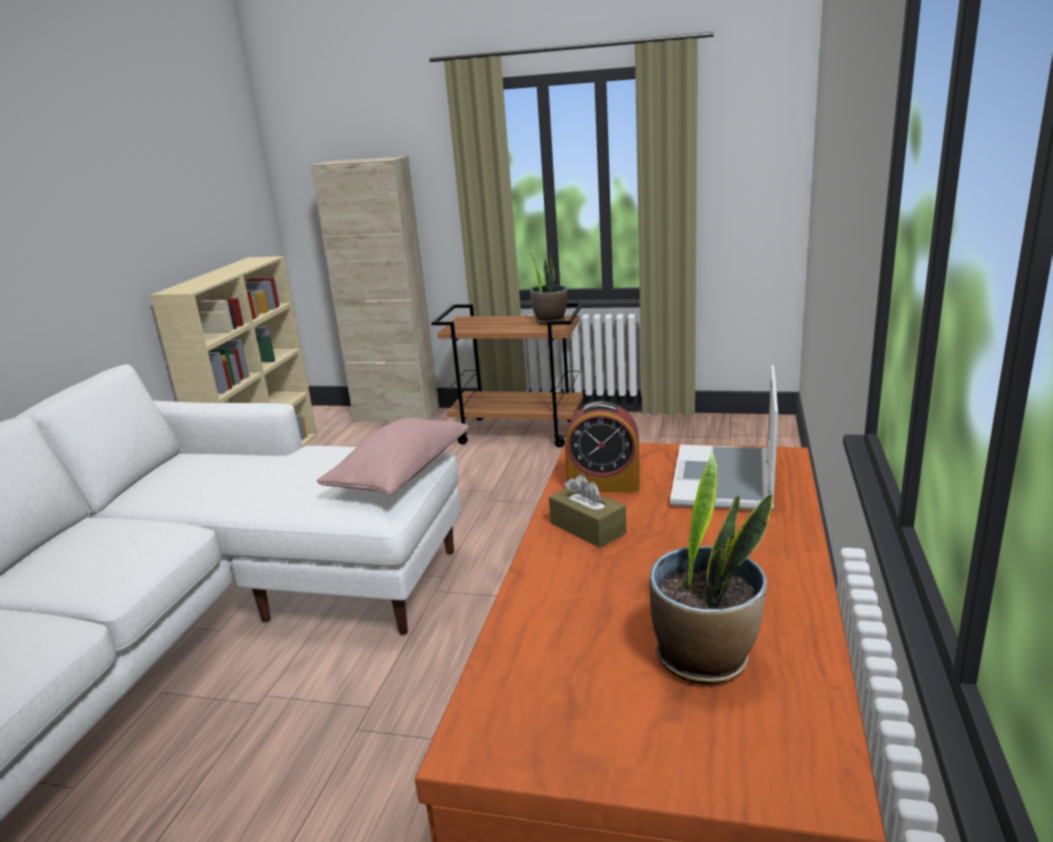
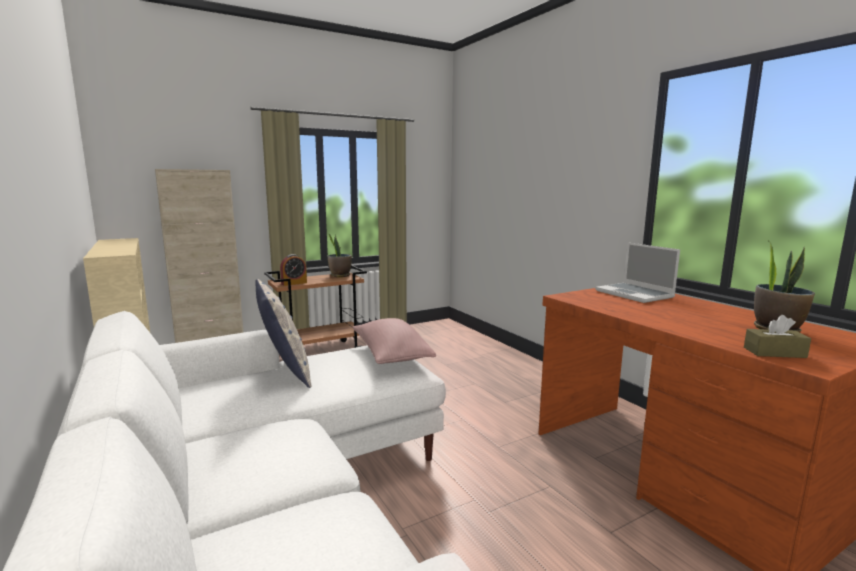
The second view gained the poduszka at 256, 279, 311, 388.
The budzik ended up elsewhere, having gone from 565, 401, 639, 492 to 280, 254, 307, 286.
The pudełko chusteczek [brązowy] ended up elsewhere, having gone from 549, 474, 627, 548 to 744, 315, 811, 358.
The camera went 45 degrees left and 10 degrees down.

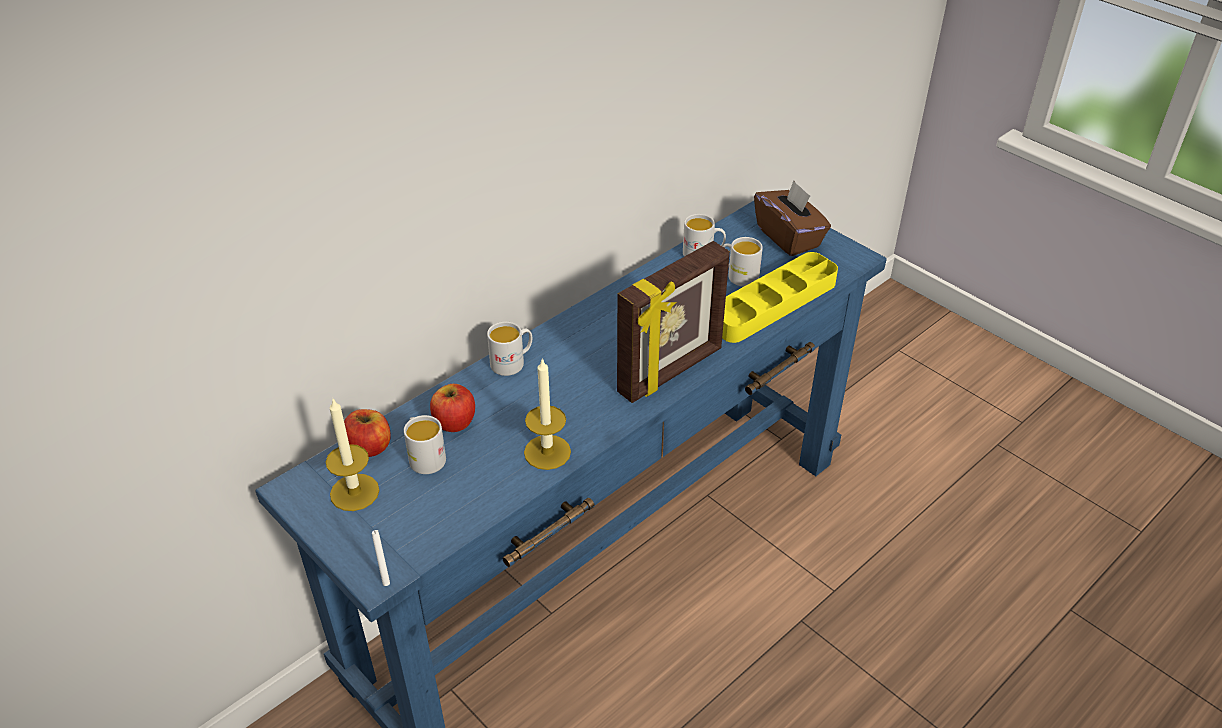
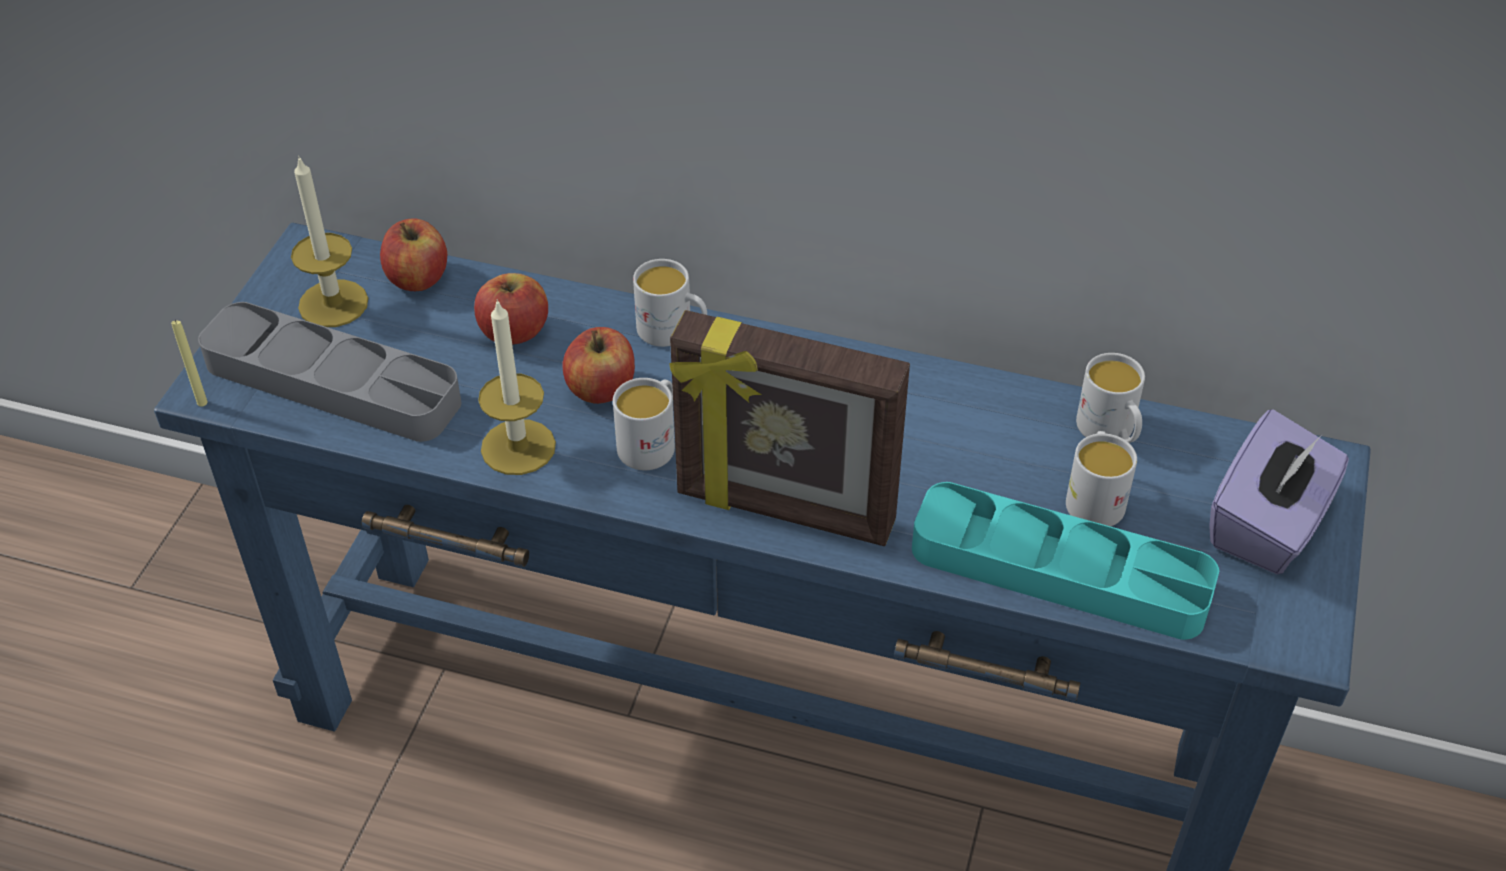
What was the świeca [biały] at 372, 530, 390, 586 turned into the świeca [żółty] at 171, 320, 208, 407.
The second view gained the taca [szary] at 198, 302, 461, 442.
The second view gained the jabłko at 562, 327, 635, 404.
The kubek [biały] ended up elsewhere, having gone from 404, 415, 446, 474 to 613, 378, 675, 470.
What was the taca [żółty] at 722, 252, 838, 343 turned into the taca [turkusowy] at 912, 482, 1219, 640.
What was the pudełko chusteczek [brązowy] at 754, 181, 831, 256 turned into the pudełko chusteczek [fioletowy] at 1209, 409, 1349, 574.
The camera went 60 degrees right and 5 degrees up.

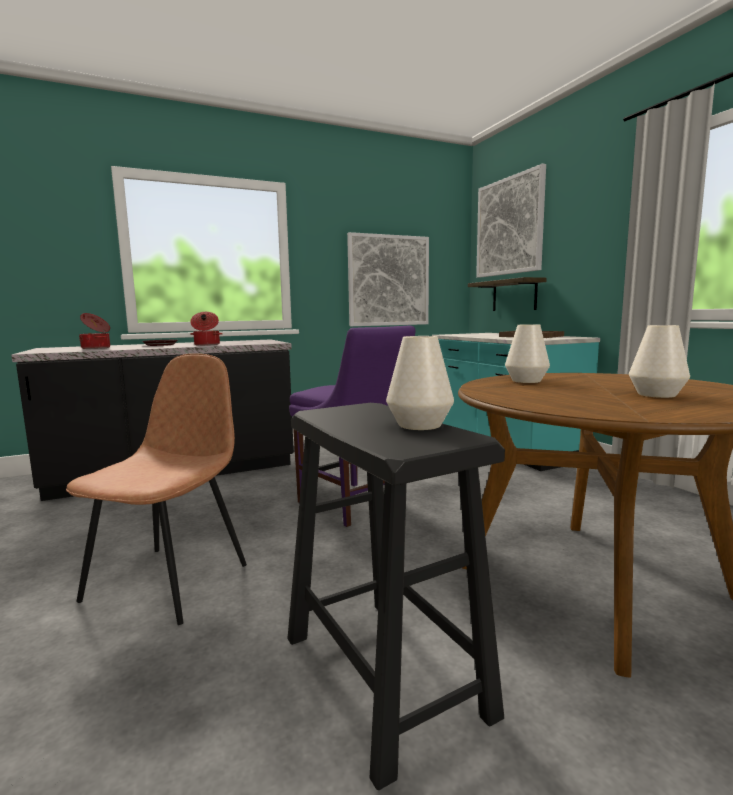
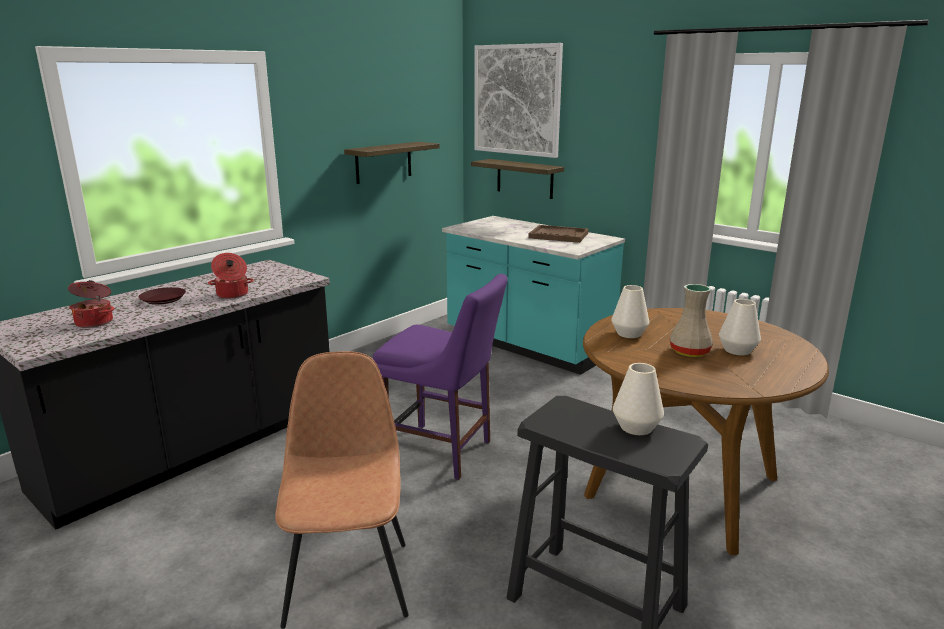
Where the obraz hung at 347, 232, 429, 326, the półka came to hang at 344, 142, 440, 184.
The second view gained the wazon [beżowy] at 669, 284, 713, 357.
The camera went 25 degrees left and 10 degrees up.

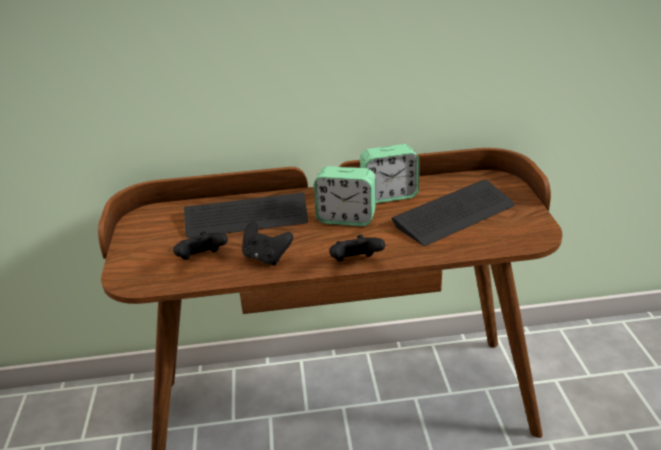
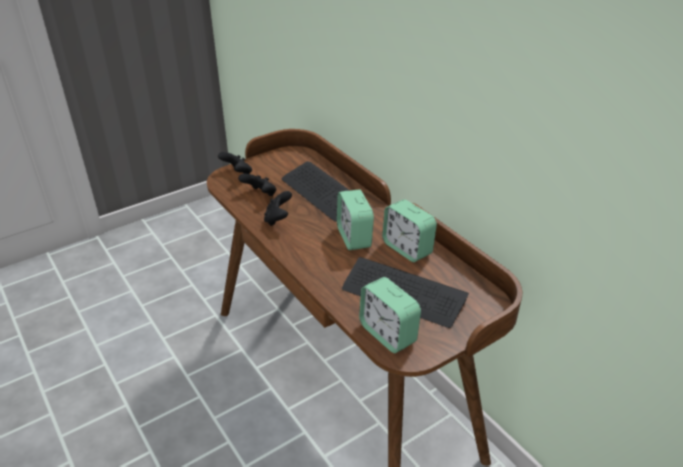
The pad do gier [czarny] ended up elsewhere, having gone from 329, 235, 385, 262 to 218, 152, 252, 174.
The second view gained the budzik at 359, 277, 421, 353.
The camera went 60 degrees right and 5 degrees up.

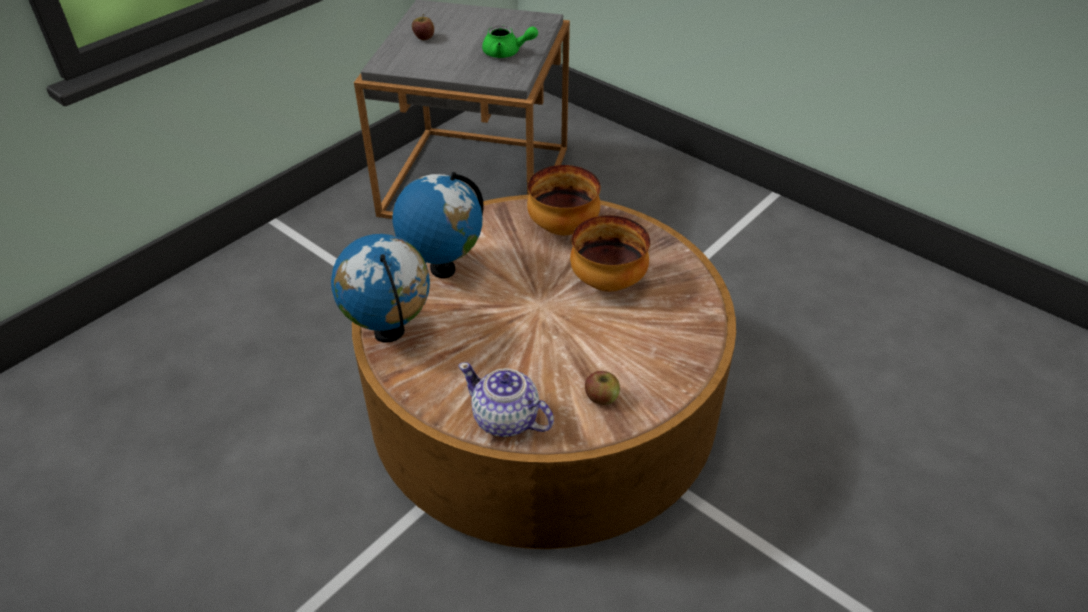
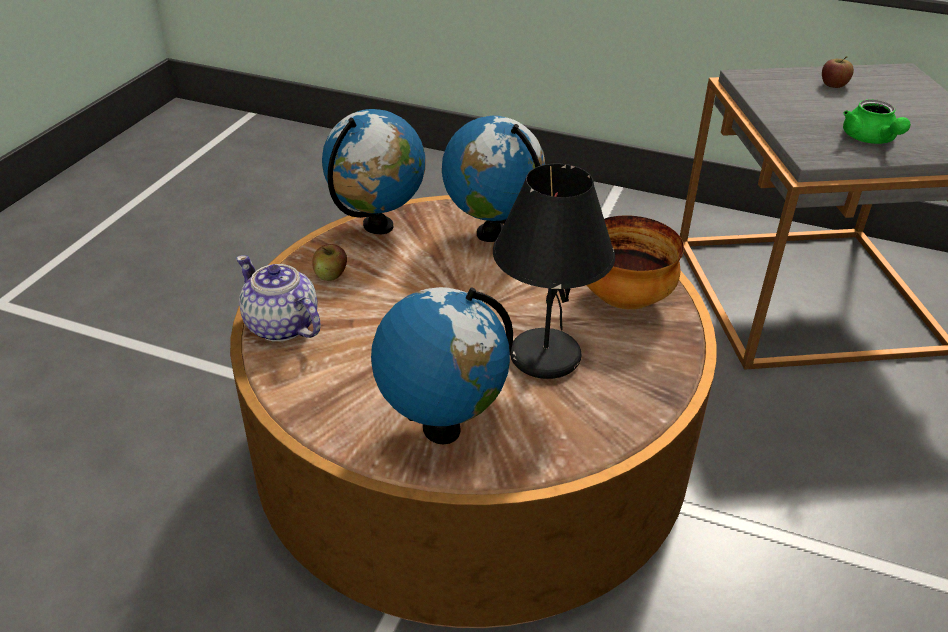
The imbryk at 458, 362, 554, 437 ended up facing another way, 60 degrees counterclockwise from before.
The jabłko ended up elsewhere, having gone from 585, 371, 620, 405 to 312, 244, 347, 281.
The second view gained the globus at 371, 287, 513, 445.
Where the miska stood at 570, 215, 650, 292, the lampa stołowa [czarny] came to stand at 493, 163, 615, 379.
The camera went 70 degrees right and 5 degrees down.

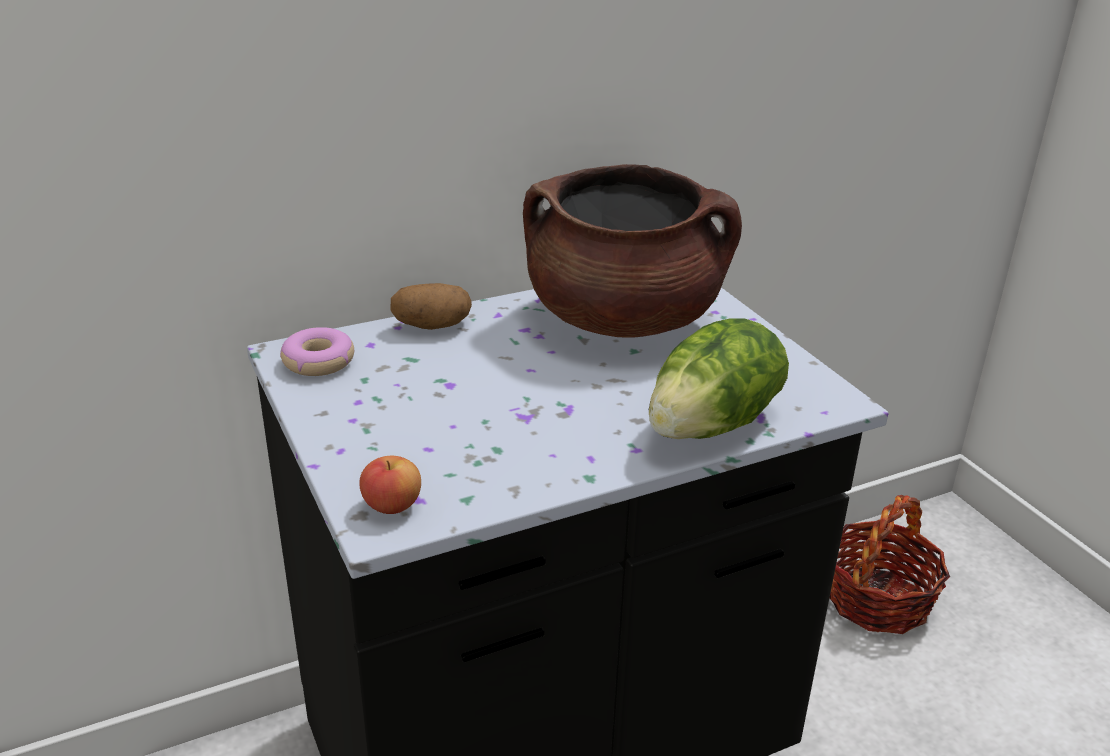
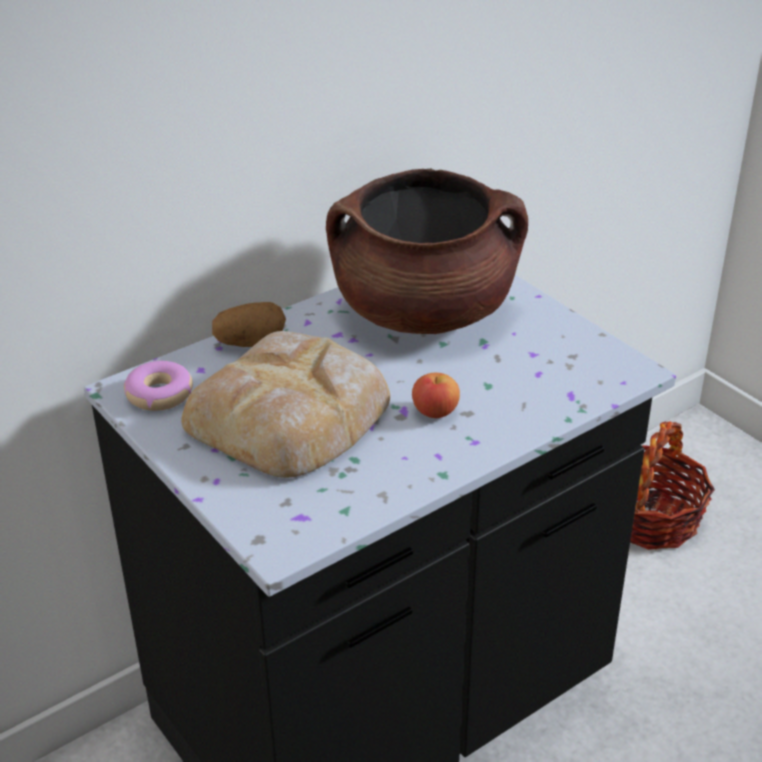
The second view gained the chleb at 181, 331, 390, 478.
The jabłko ended up elsewhere, having gone from 360, 456, 421, 514 to 412, 373, 460, 418.
The second view lost the sałata at 649, 319, 789, 439.
The camera went 10 degrees left and 5 degrees up.

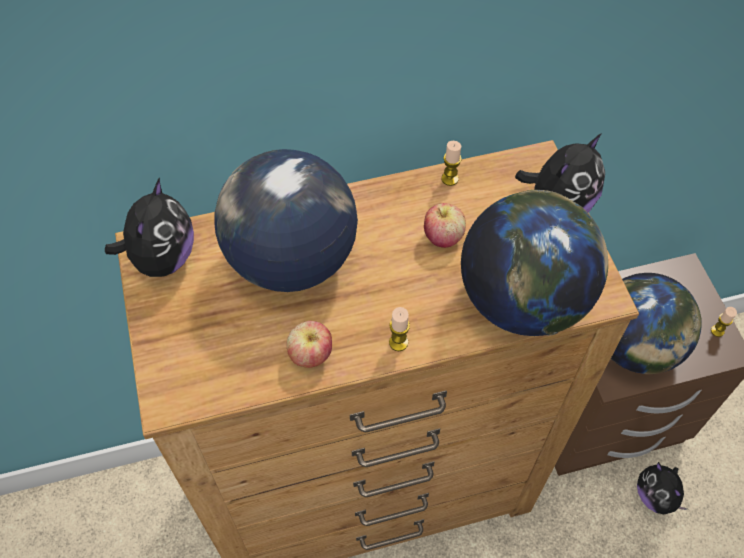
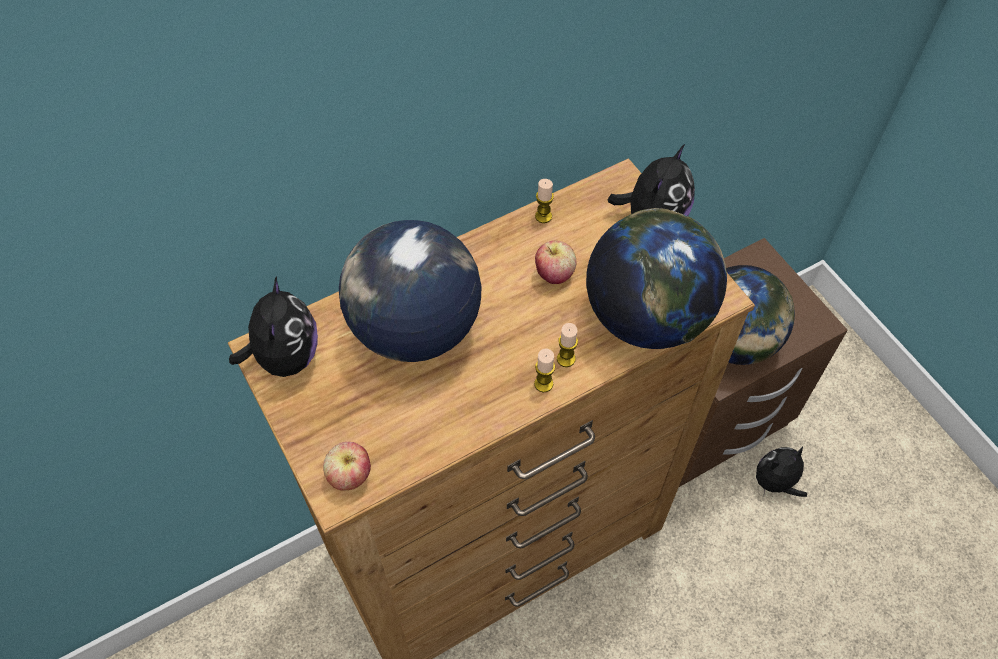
The jabłko ended up elsewhere, having gone from 287, 321, 332, 368 to 323, 442, 371, 491.
The świeca ended up elsewhere, having gone from 711, 307, 737, 337 to 557, 323, 578, 367.
The pluszak at 637, 462, 687, 514 ended up facing another way, 105 degrees clockwise from before.
The camera went 15 degrees left and 0 degrees up.

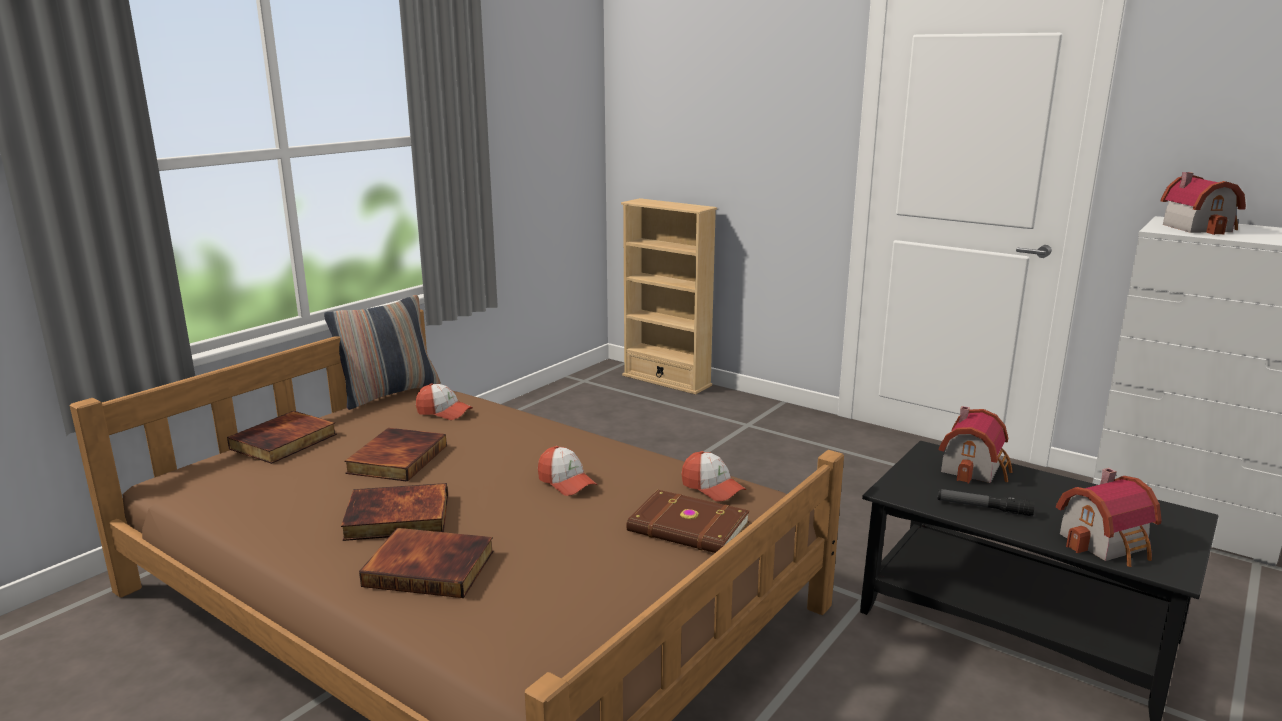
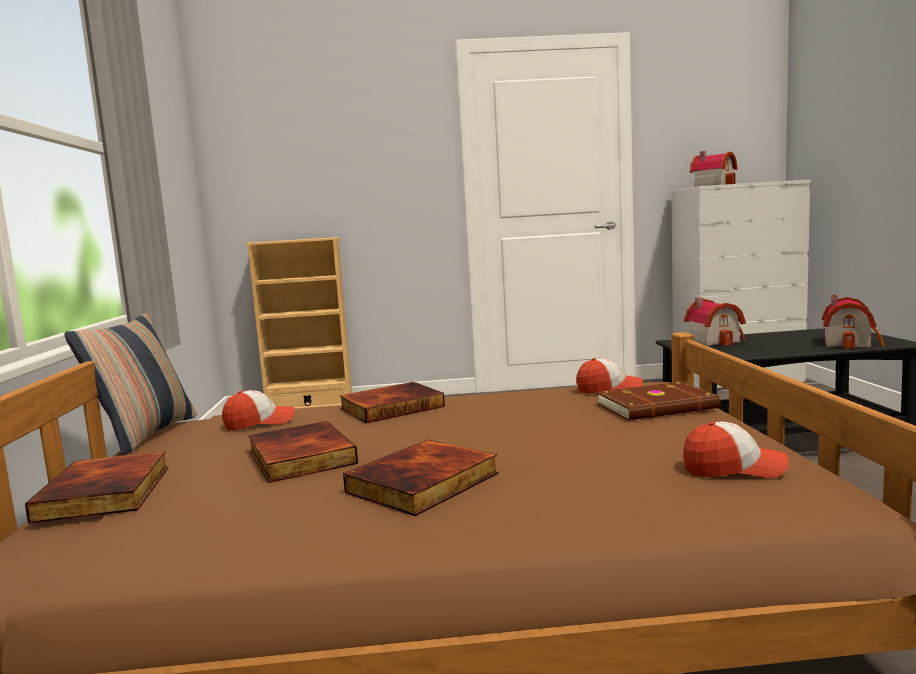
The książka ended up elsewhere, having gone from 359, 528, 493, 598 to 339, 382, 445, 423.
The czapka z daszkiem ended up elsewhere, having gone from 538, 446, 597, 496 to 683, 422, 789, 478.
The second view lost the latarka at 937, 489, 1035, 516.
The camera went 40 degrees left and 10 degrees down.

